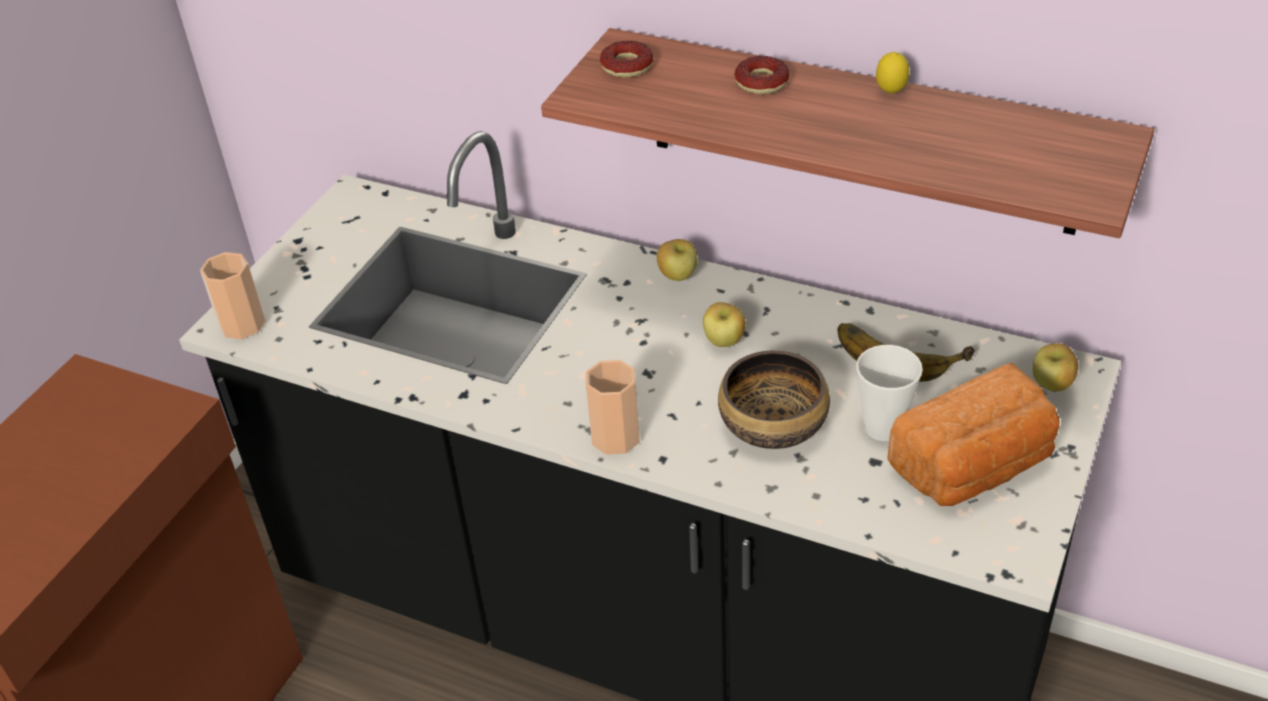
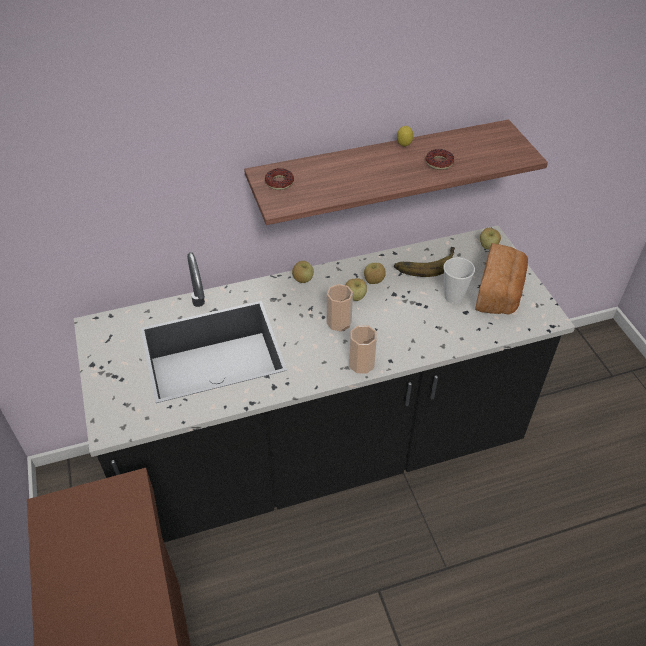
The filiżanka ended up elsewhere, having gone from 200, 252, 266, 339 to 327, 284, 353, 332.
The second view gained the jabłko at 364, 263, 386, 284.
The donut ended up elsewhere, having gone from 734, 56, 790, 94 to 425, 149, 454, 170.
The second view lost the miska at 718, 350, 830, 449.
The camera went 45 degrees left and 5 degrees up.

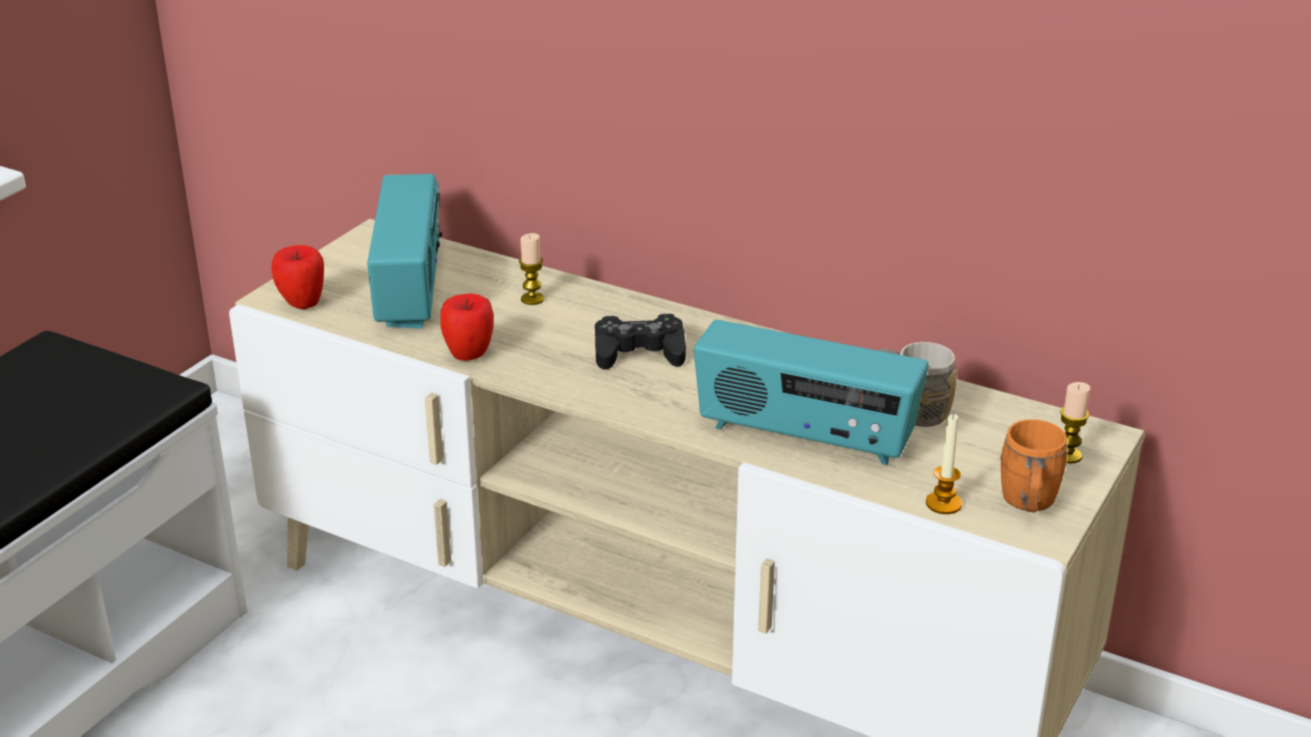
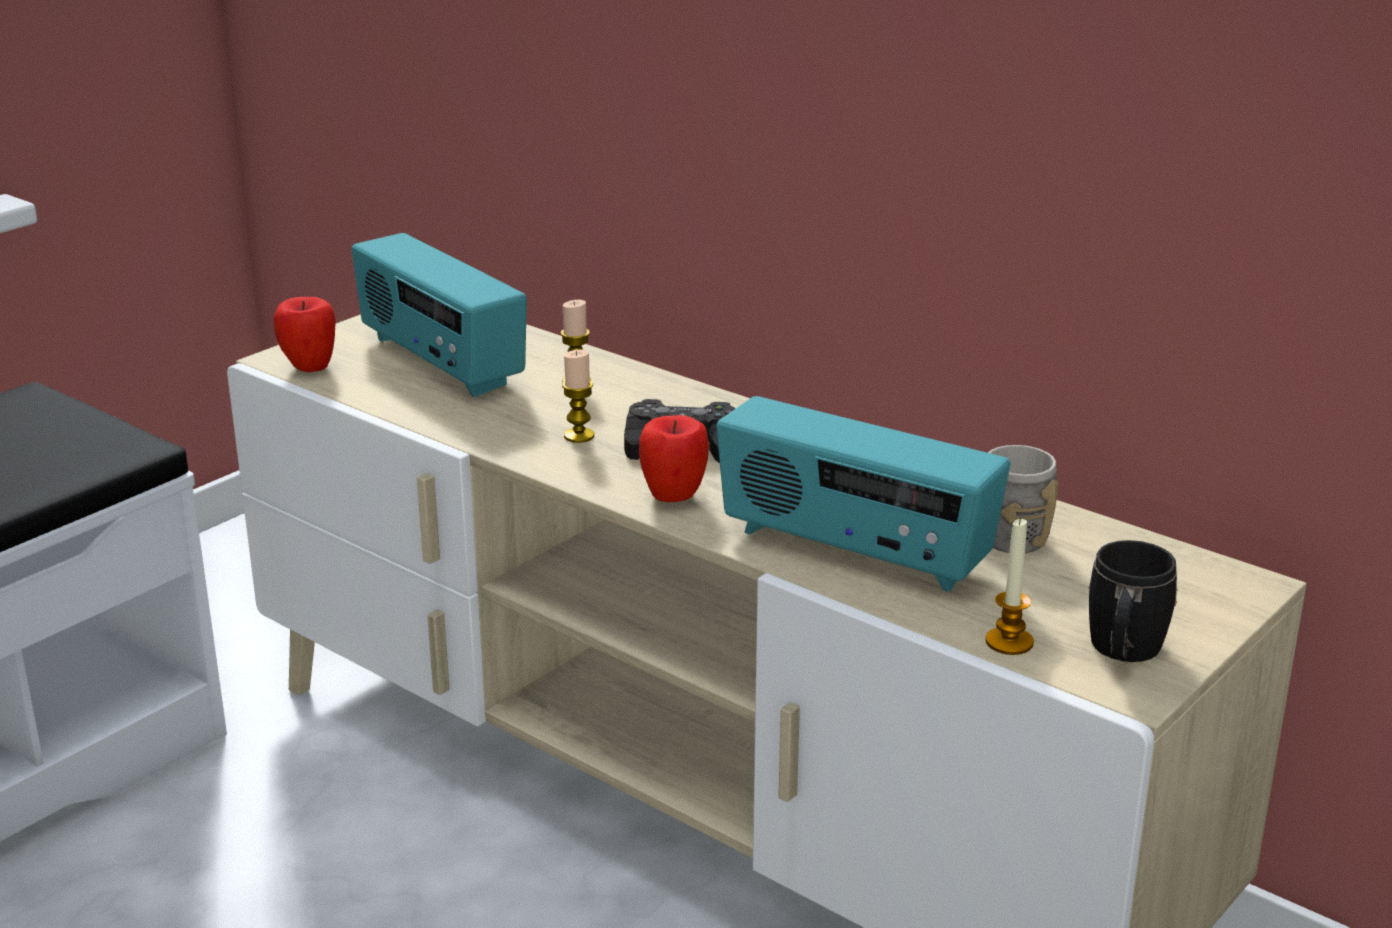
The radio at 367, 174, 443, 329 ended up facing another way, 135 degrees clockwise from before.
The świeca ended up elsewhere, having gone from 1060, 382, 1090, 464 to 562, 350, 594, 443.
The jabłko ended up elsewhere, having gone from 440, 293, 494, 361 to 639, 415, 709, 502.
What was the kubek [pomarańczowy] at 1000, 419, 1067, 513 turned into the kubek [czarny] at 1089, 540, 1177, 662.
The camera went 10 degrees right and 5 degrees down.

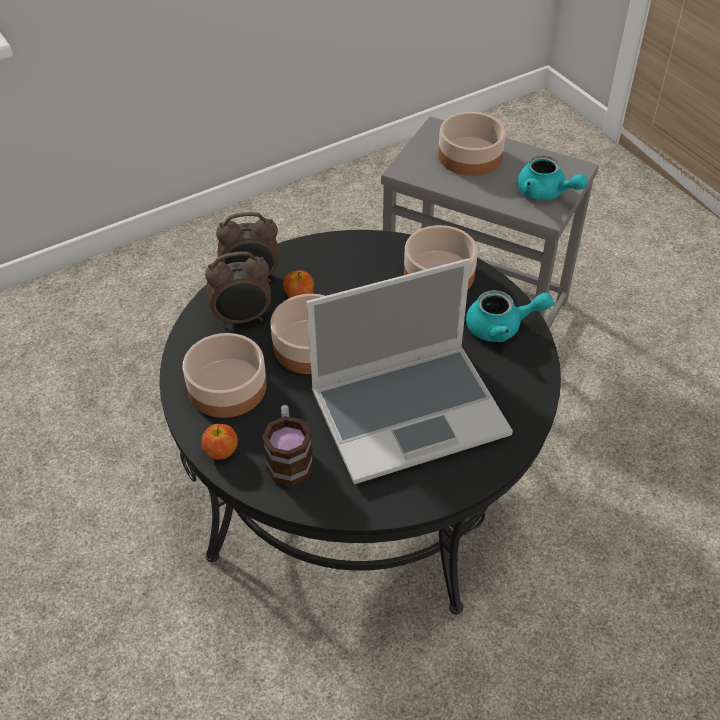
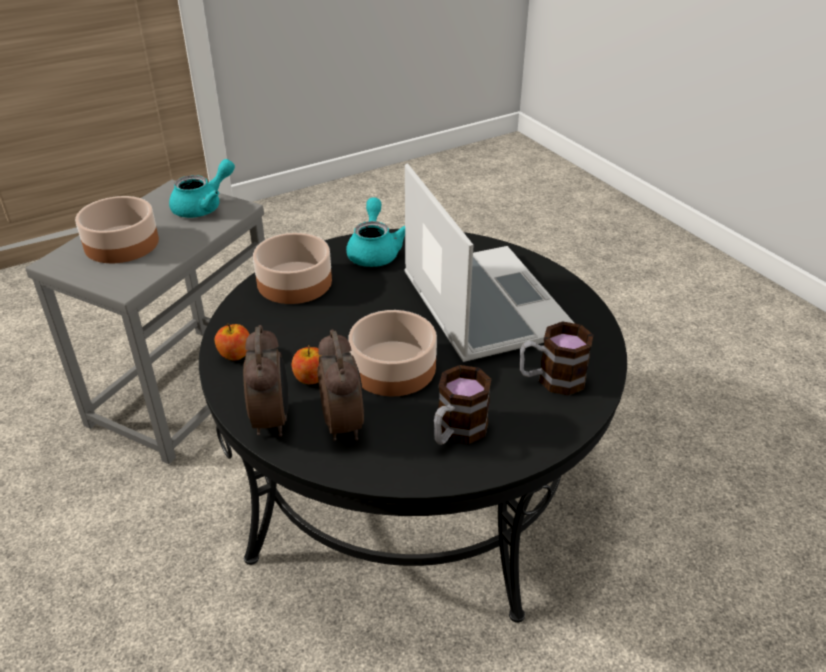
The jabłko ended up elsewhere, having gone from 202, 424, 238, 460 to 215, 323, 250, 361.
Where the miska stood at 182, 333, 267, 418, the kubek came to stand at 434, 365, 492, 445.
The camera went 90 degrees left and 10 degrees down.

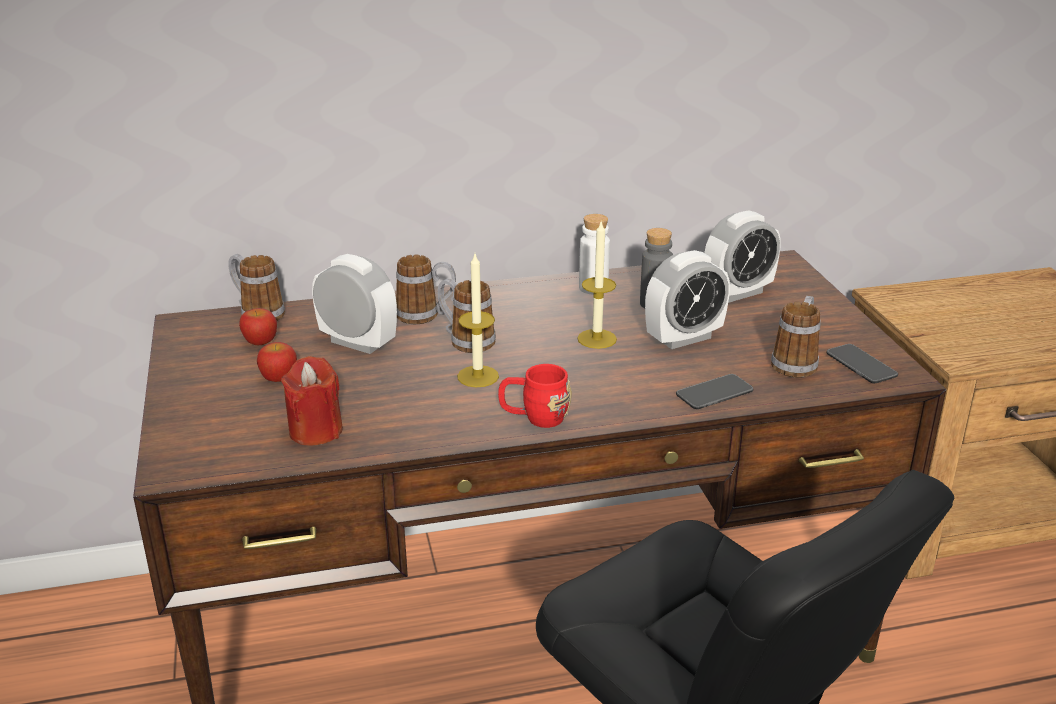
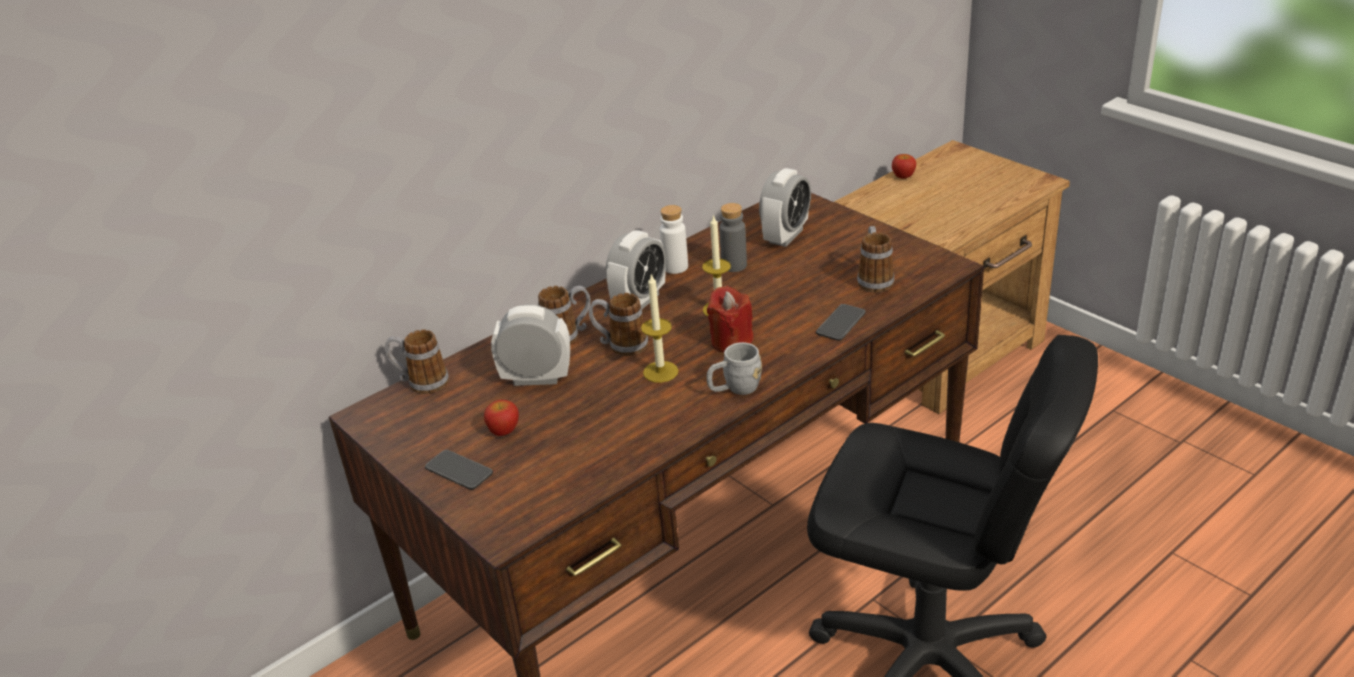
The telefon ended up elsewhere, having gone from 826, 344, 898, 383 to 425, 450, 493, 490.
The budzik ended up elsewhere, having gone from 645, 250, 730, 349 to 605, 230, 666, 309.
What was the kubek [czerwony] at 498, 364, 572, 428 turned into the kubek [szary] at 706, 342, 762, 395.
The świeca [czerwony] ended up elsewhere, having gone from 281, 356, 343, 445 to 707, 286, 754, 352.
The jabłko ended up elsewhere, having gone from 239, 308, 277, 345 to 892, 154, 916, 179.
The camera went 25 degrees left and 5 degrees up.

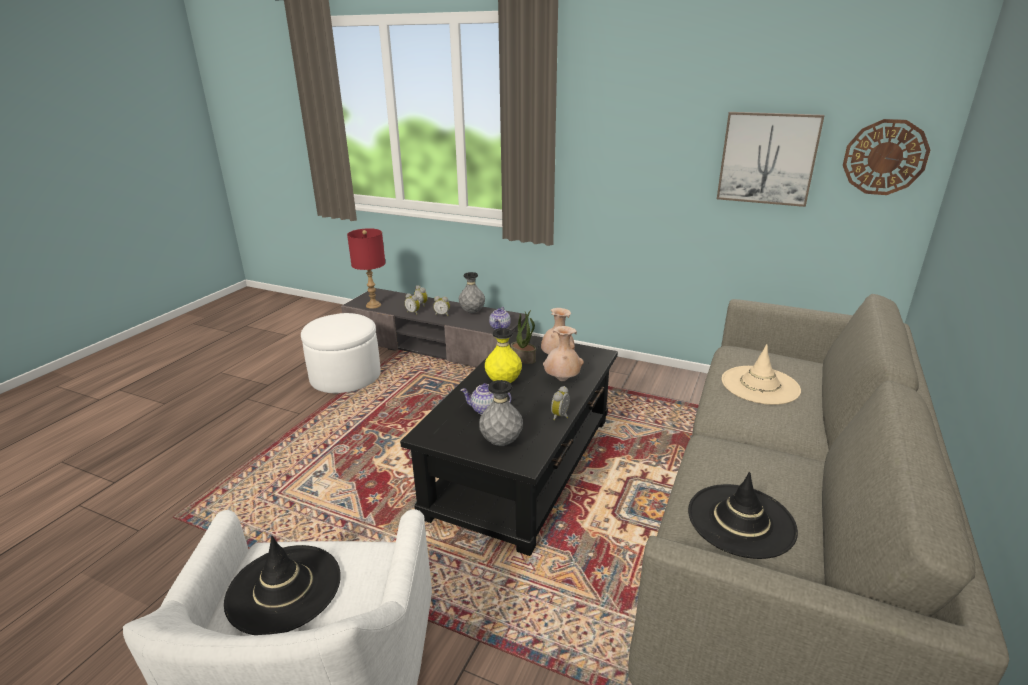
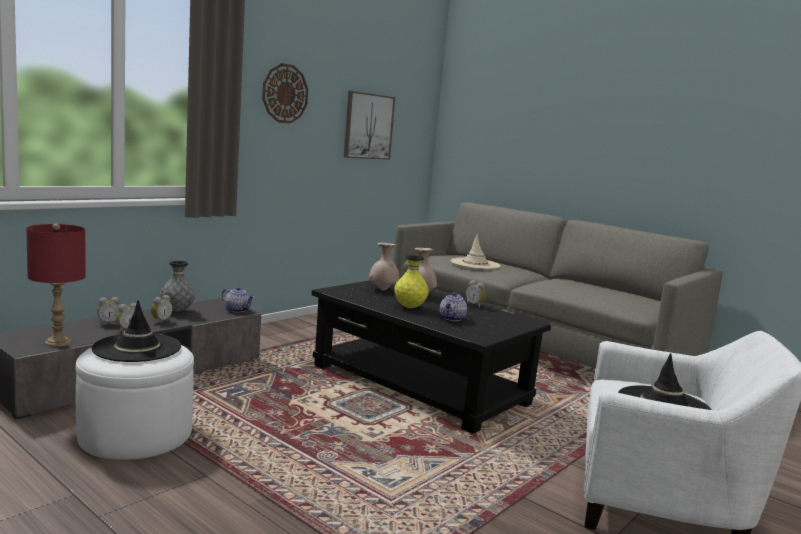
The kapelusz [czarny] ended up elsewhere, having gone from 688, 472, 798, 559 to 91, 300, 181, 362.
The zegar ścienny ended up elsewhere, having gone from 843, 119, 930, 195 to 262, 63, 308, 124.
The second view lost the wazon [szary] at 479, 380, 523, 446.
The second view lost the roślina doniczkowa at 511, 310, 536, 364.
The camera went 75 degrees left and 15 degrees down.

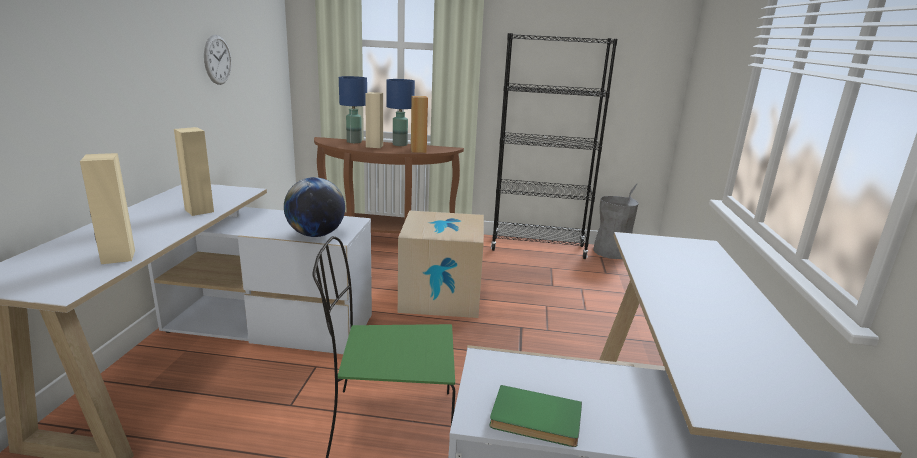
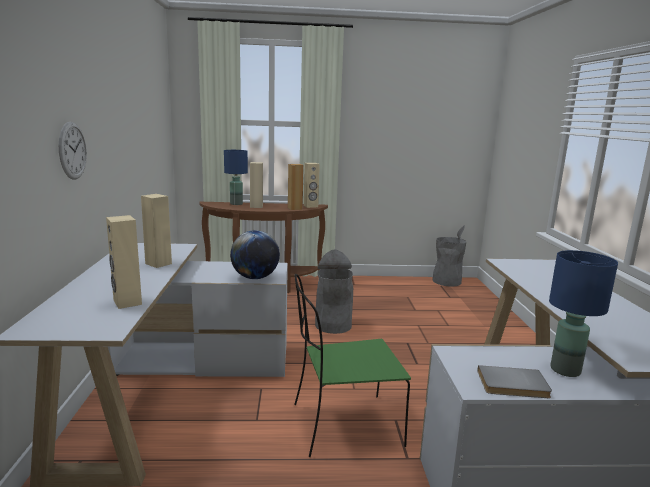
The zegar ścienny ended up elsewhere, having gone from 204, 35, 232, 85 to 59, 122, 87, 179.
The second view gained the głośnik [beżowy] at 304, 163, 320, 208.
Where the karton stood at 398, 211, 484, 318, the kosz na śmieci [szary] came to stand at 315, 250, 353, 334.
What was the książka [zielony] at 489, 385, 582, 447 turned into the książka [szary] at 477, 365, 552, 398.
The lampa stołowa [niebieski] ended up elsewhere, having gone from 387, 79, 415, 146 to 549, 250, 618, 377.
The second view lost the regał [czarny] at 491, 33, 617, 259.
The camera went 10 degrees left and 5 degrees down.

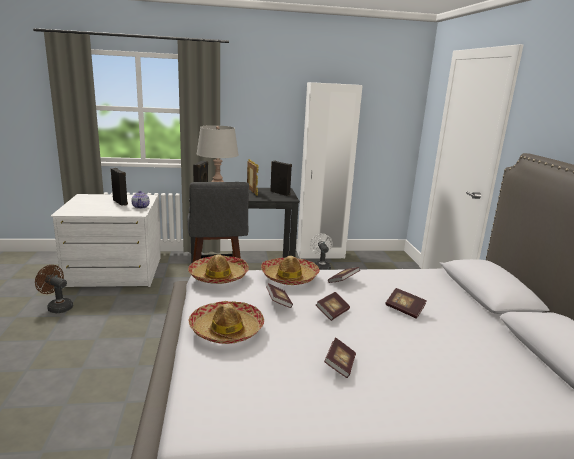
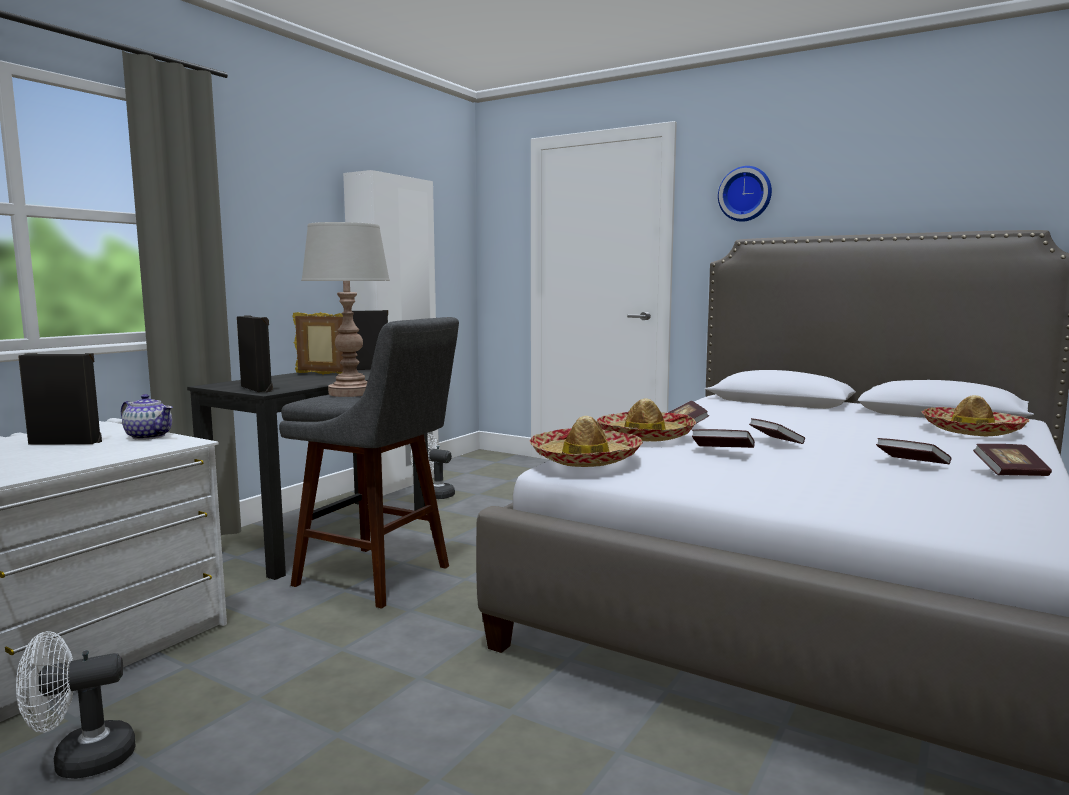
What was the wentylator [brązowy] at 35, 265, 73, 314 turned into the wentylator [biały] at 16, 631, 136, 779.
The second view gained the zegar ścienny at 718, 166, 772, 222.
The kapelusz ended up elsewhere, having gone from 189, 301, 264, 344 to 922, 395, 1029, 436.
The książka ended up elsewhere, having gone from 386, 288, 427, 319 to 973, 444, 1052, 476.
The camera went 50 degrees left and 10 degrees down.

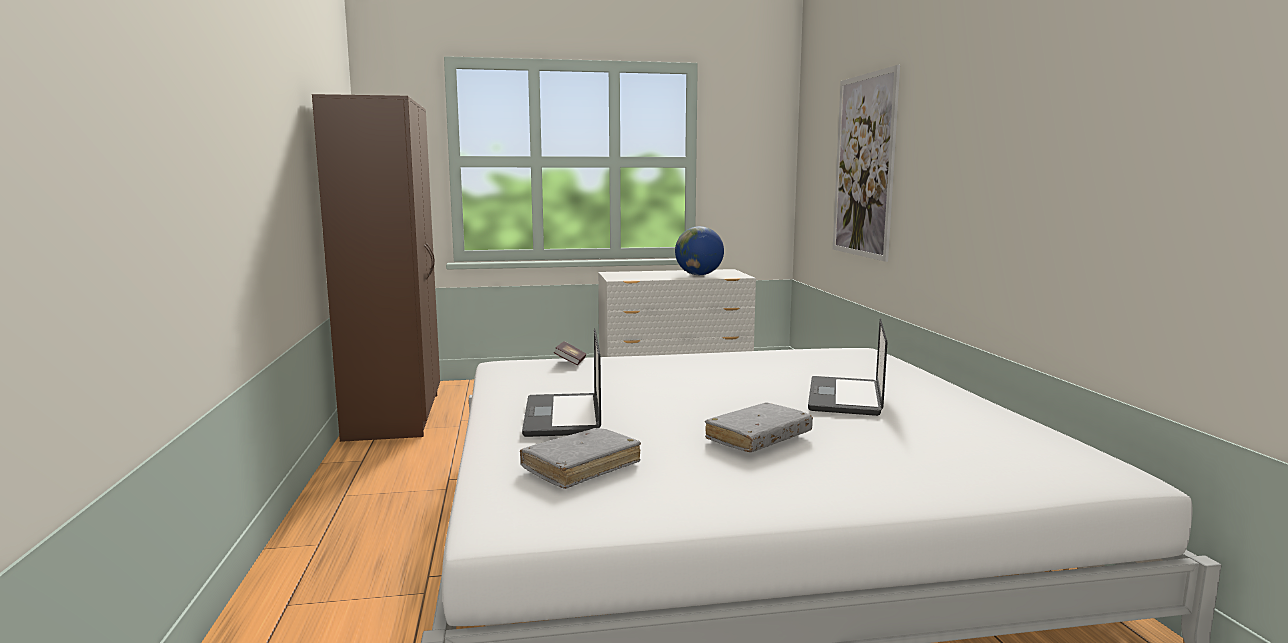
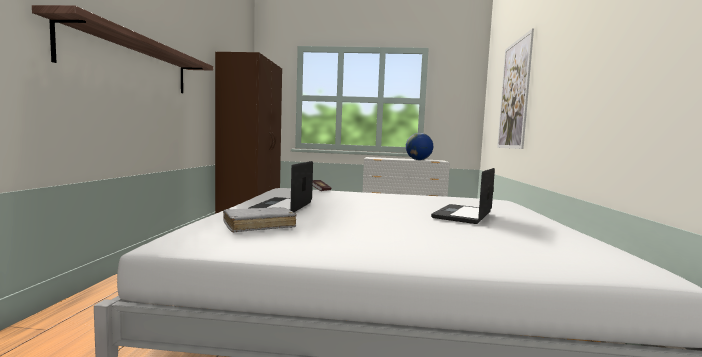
The second view gained the półka at 32, 5, 213, 93.
The second view lost the książka [szary] at 705, 402, 813, 452.
The camera went 15 degrees right and 5 degrees down.

